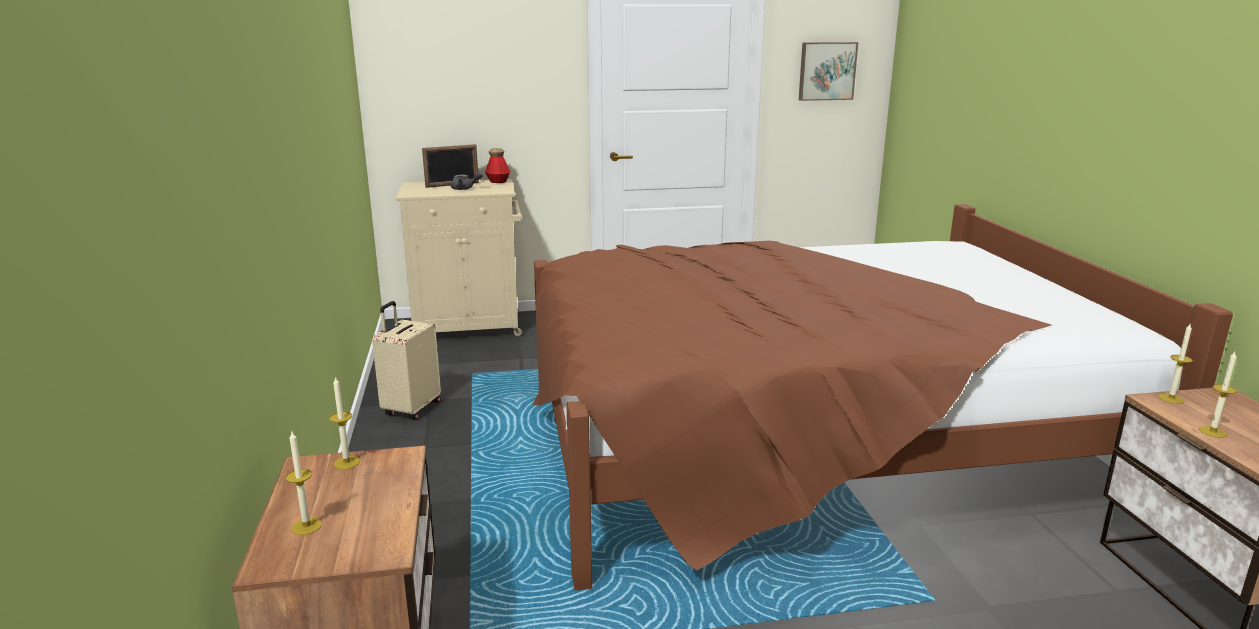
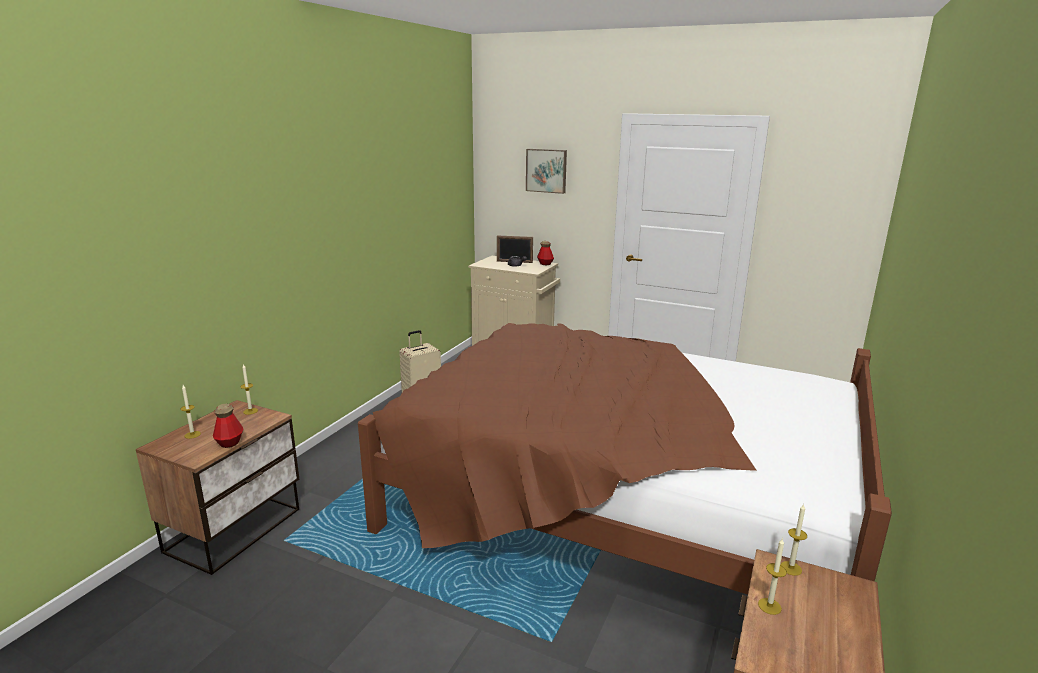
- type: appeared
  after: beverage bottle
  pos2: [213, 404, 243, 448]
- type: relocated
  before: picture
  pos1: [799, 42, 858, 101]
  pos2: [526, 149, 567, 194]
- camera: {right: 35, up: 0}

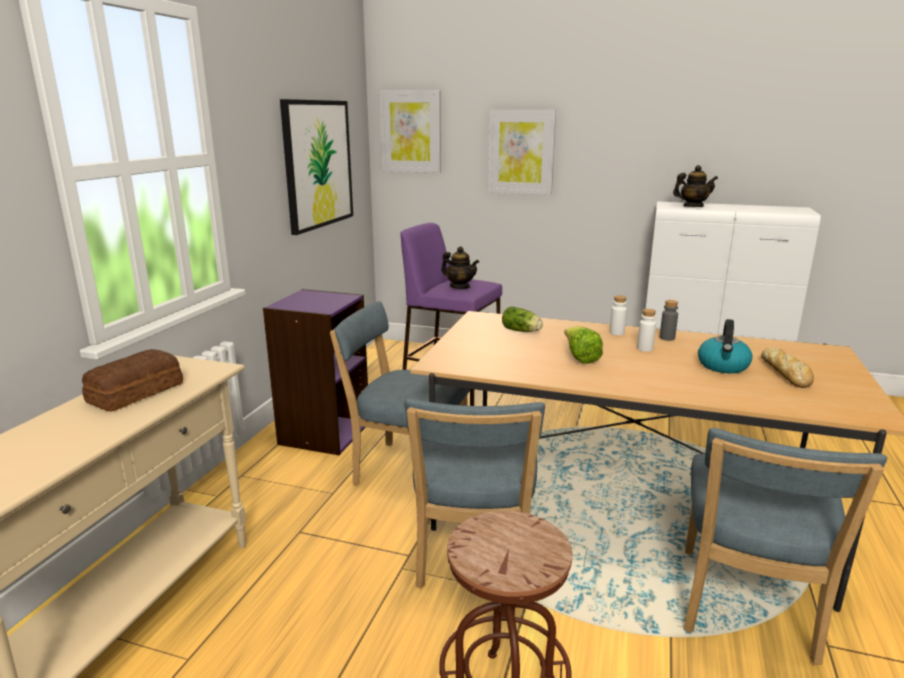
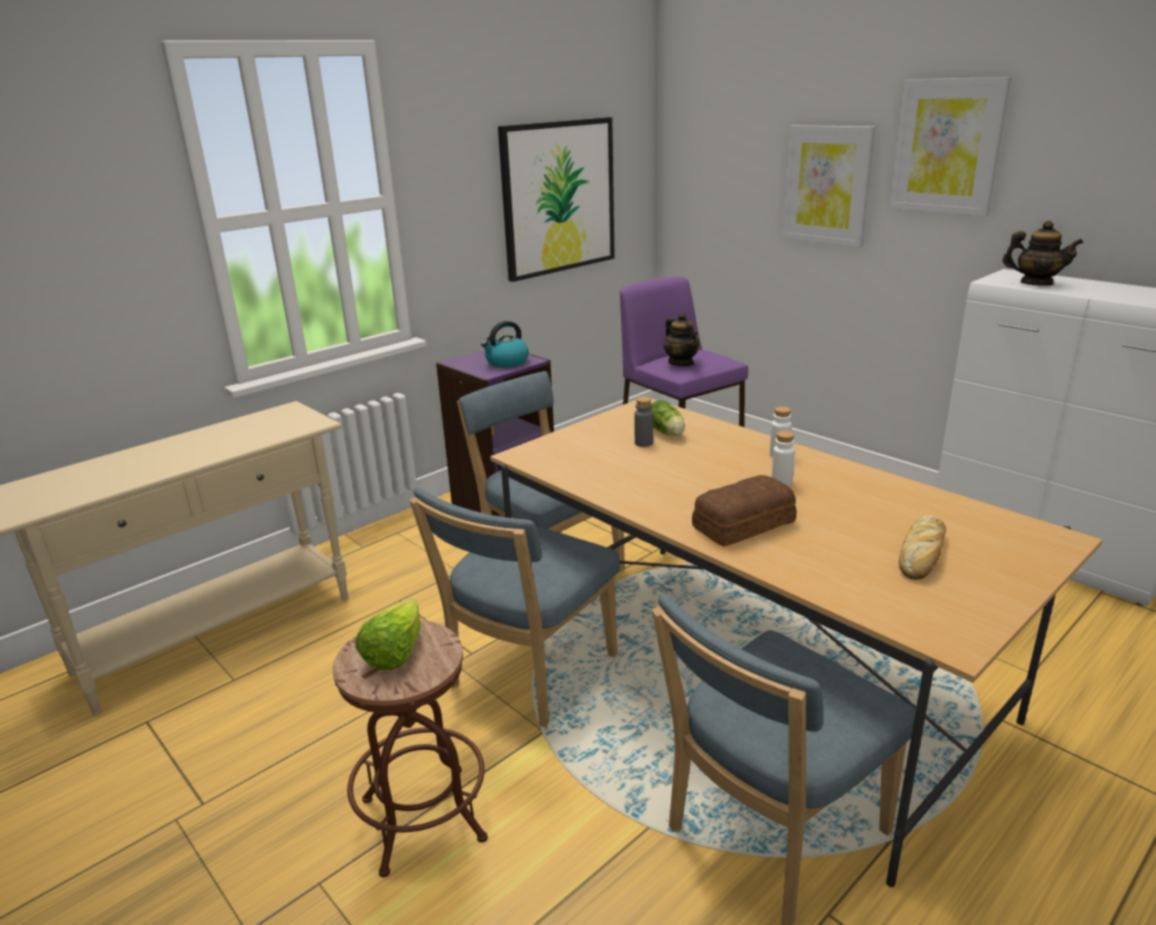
- type: relocated
  before: lettuce head
  pos1: [564, 326, 603, 364]
  pos2: [355, 598, 421, 670]
- type: relocated
  before: kettle
  pos1: [698, 319, 753, 373]
  pos2: [481, 321, 529, 368]
- type: relocated
  before: grey beverage bottle
  pos1: [660, 300, 678, 341]
  pos2: [635, 397, 653, 447]
- type: relocated
  before: baked bread
  pos1: [82, 349, 183, 411]
  pos2: [692, 475, 797, 546]
- type: relocated
  before: picture
  pos1: [379, 90, 441, 173]
  pos2: [889, 77, 1011, 216]
- camera: {right: 30, up: 5}

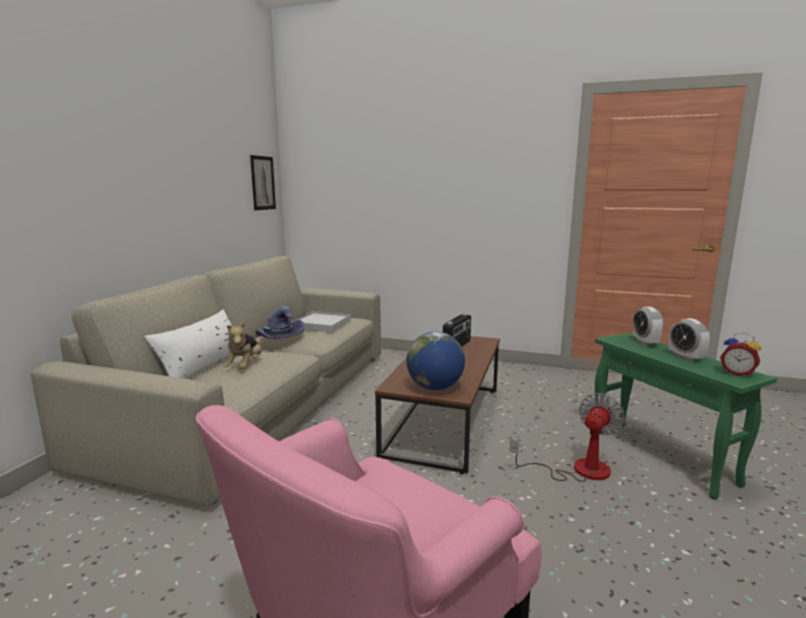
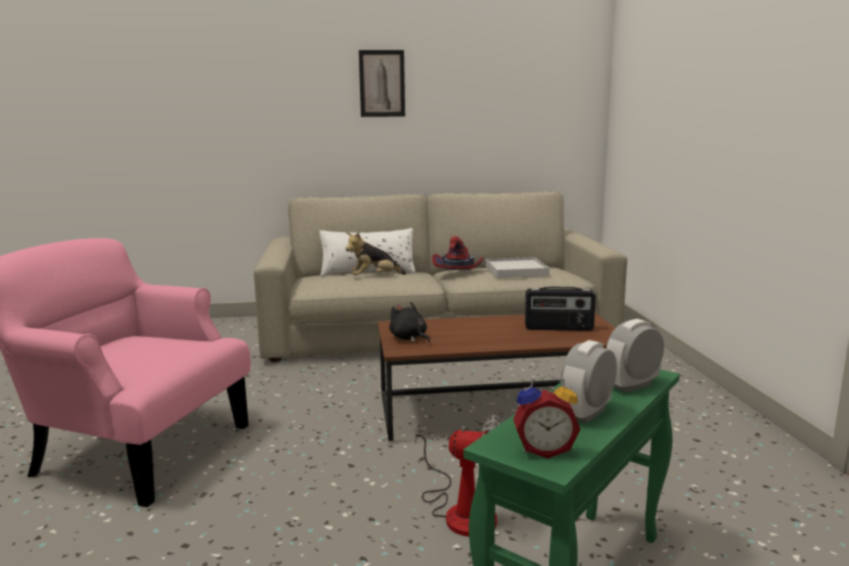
- type: relocated
  before: picture
  pos1: [250, 155, 276, 210]
  pos2: [359, 50, 405, 117]
- type: exchanged
  before: desk globe
  after: black-coloured cuddly toy
  pos1: [406, 331, 465, 390]
  pos2: [389, 302, 430, 343]
- type: colour
  before: purple-coloured clothing hat
  after: red clothing hat
  pos1: [255, 306, 304, 339]
  pos2: [432, 236, 483, 270]
- type: spun
  before: bedside clock
  pos1: [720, 333, 761, 377]
  pos2: [513, 374, 581, 459]
  turn: -105
- camera: {right: 65, up: 0}

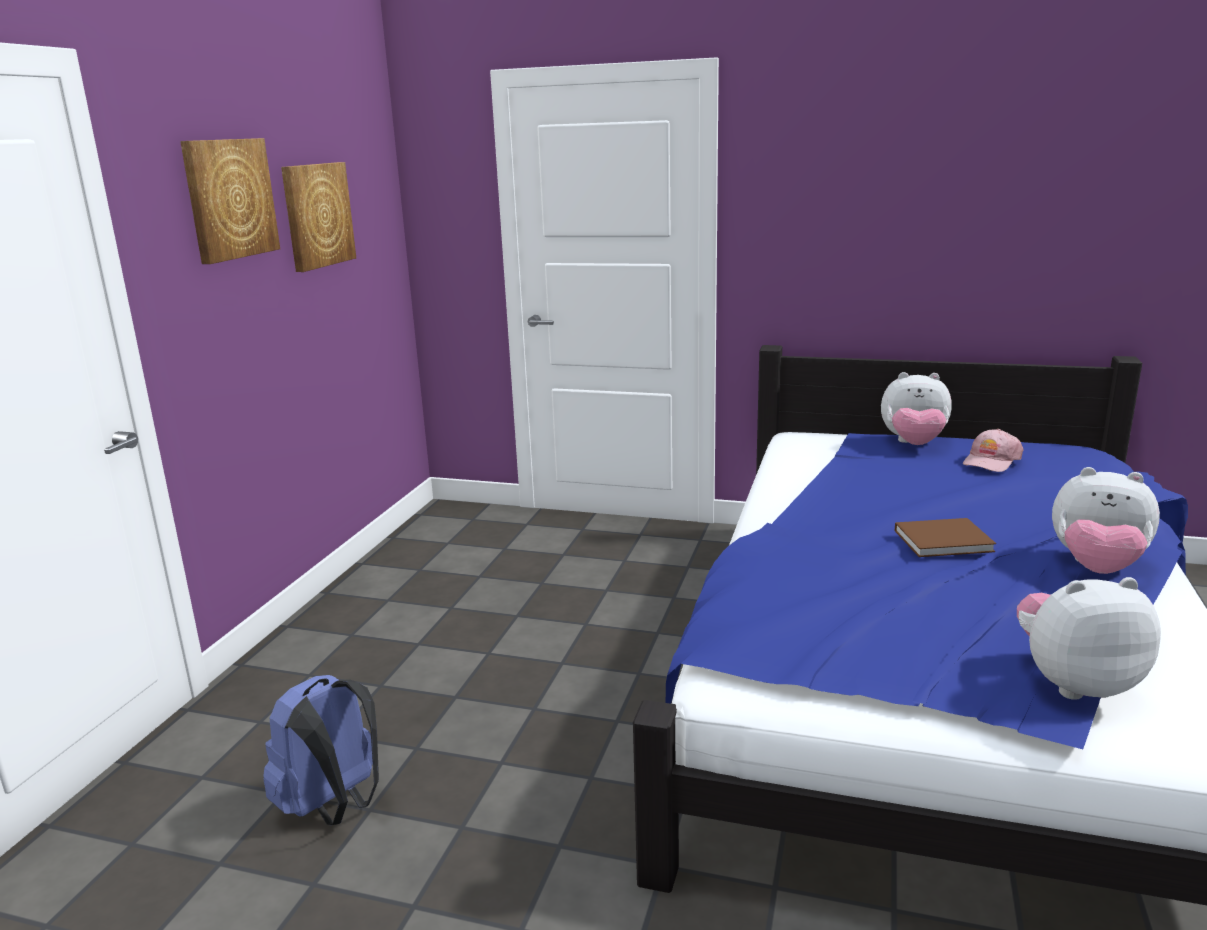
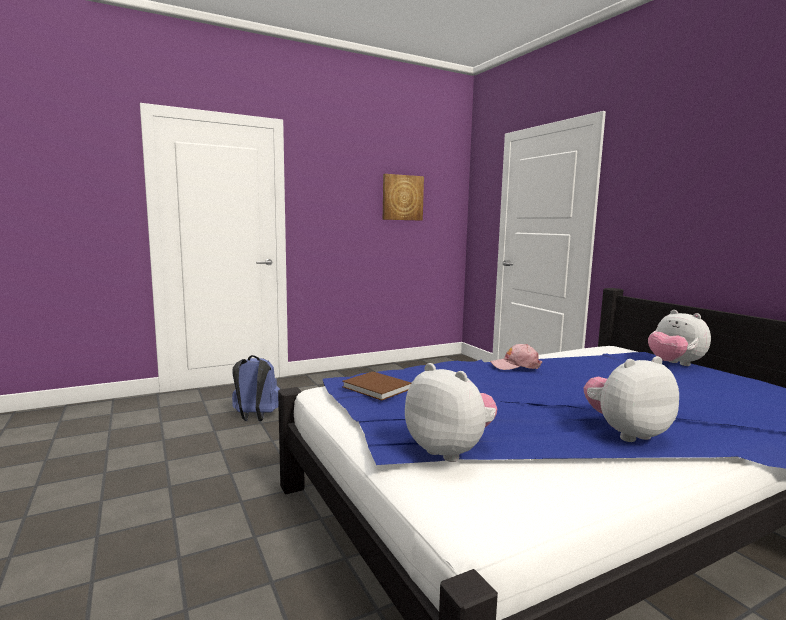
- type: relocated
  before: brownish book
  pos1: [894, 518, 996, 557]
  pos2: [342, 372, 411, 401]
- type: relocated
  before: pink baseball cap
  pos1: [963, 429, 1023, 472]
  pos2: [490, 344, 542, 370]
- type: spun
  before: cuddly toy
  pos1: [1052, 467, 1160, 574]
  pos2: [584, 356, 679, 442]
  turn: 90
- type: missing
  before: picture
  pos1: [180, 138, 280, 264]
- camera: {right: 45, up: -10}

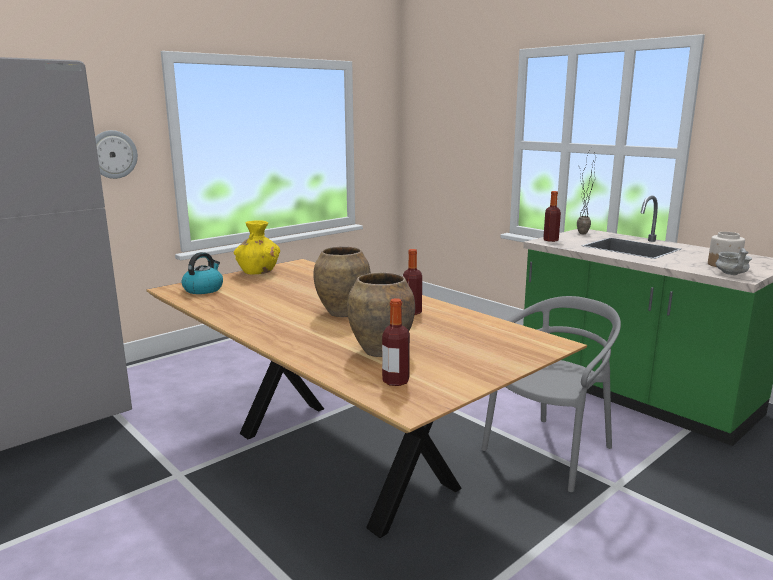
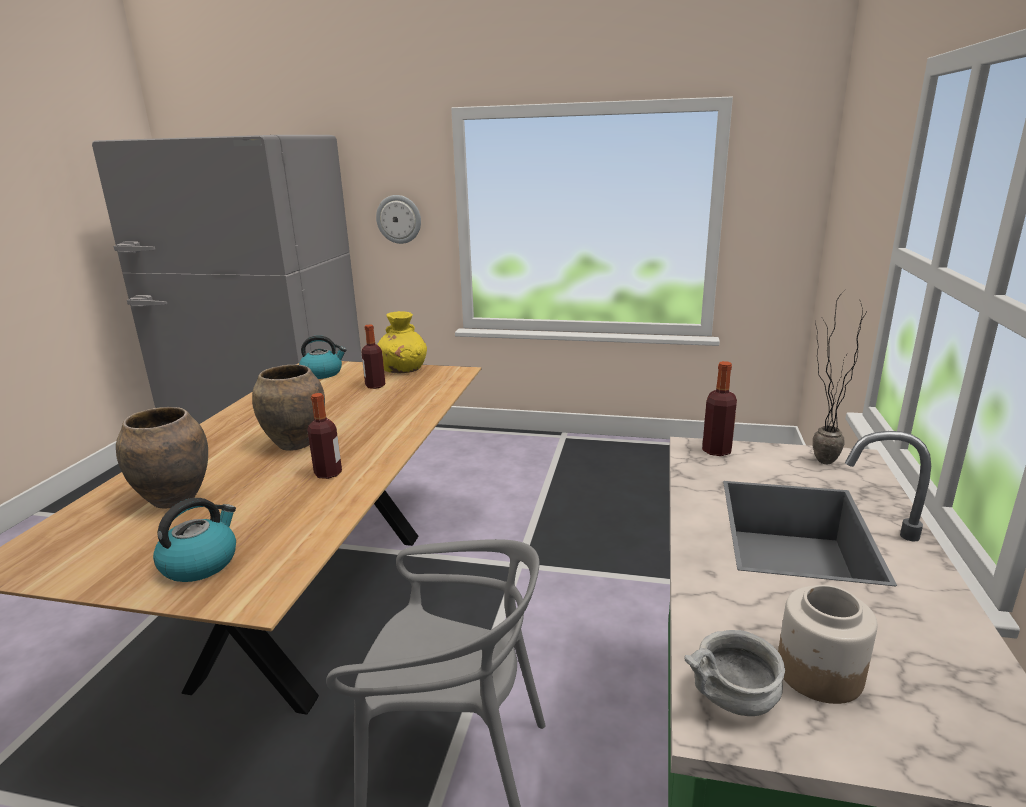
- type: appeared
  after: kettle
  pos2: [153, 498, 236, 582]
- type: relocated
  before: beverage bottle
  pos1: [382, 298, 410, 386]
  pos2: [361, 324, 385, 389]
- camera: {right: 55, up: 5}

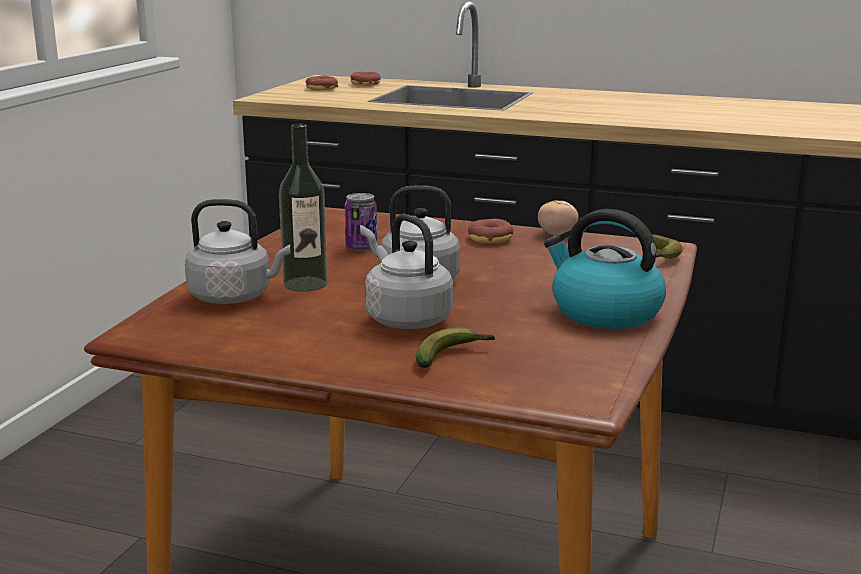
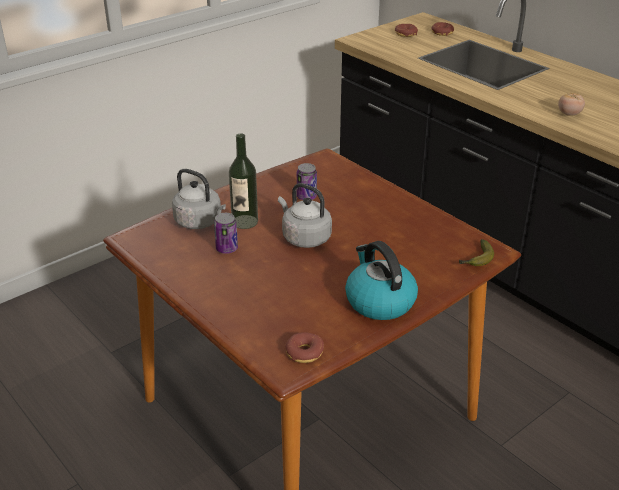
- type: appeared
  after: sealed can
  pos2: [214, 213, 238, 254]
- type: relocated
  before: donut
  pos1: [468, 219, 513, 244]
  pos2: [285, 332, 324, 363]
- type: relocated
  before: tomato
  pos1: [538, 200, 579, 235]
  pos2: [558, 93, 585, 116]
- type: missing
  before: grey kettle
  pos1: [365, 214, 453, 329]
- type: missing
  before: whole banana
  pos1: [415, 327, 495, 368]
- camera: {right: 30, up: 15}

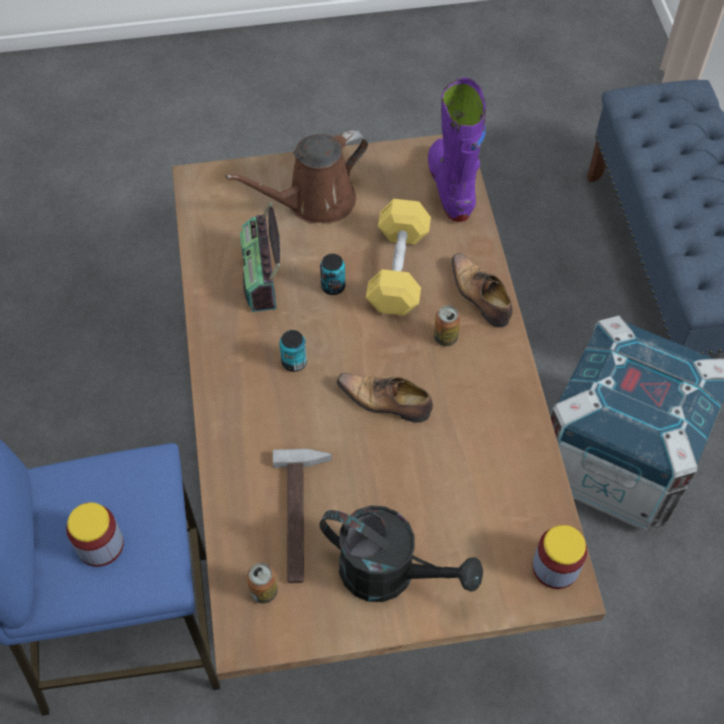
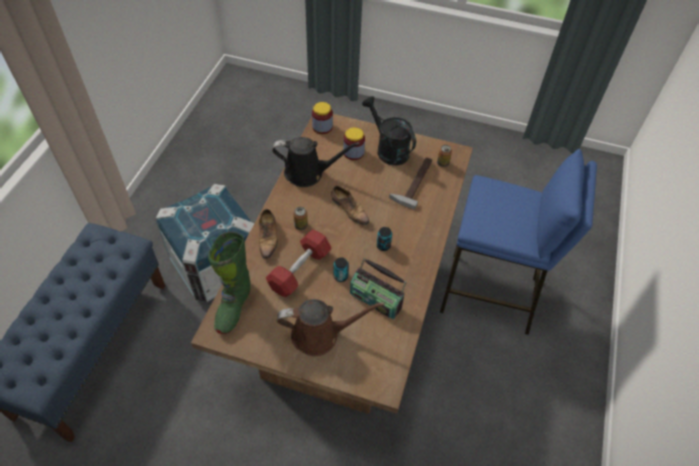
- type: colour
  before: purple-coloured high-top boot
  after: green high-top boot
  pos1: [428, 78, 486, 222]
  pos2: [208, 232, 251, 334]
- type: colour
  before: yellow hand weight
  after: red hand weight
  pos1: [366, 199, 431, 315]
  pos2: [266, 229, 332, 297]
- type: appeared
  after: black-coloured watering can
  pos2: [272, 137, 359, 187]
- type: relocated
  before: preserve jar
  pos1: [66, 502, 124, 567]
  pos2: [343, 127, 365, 160]
- type: spun
  before: radio set
  pos1: [240, 203, 280, 312]
  pos2: [350, 258, 407, 319]
  turn: 105
- camera: {right: -155, up: -5}

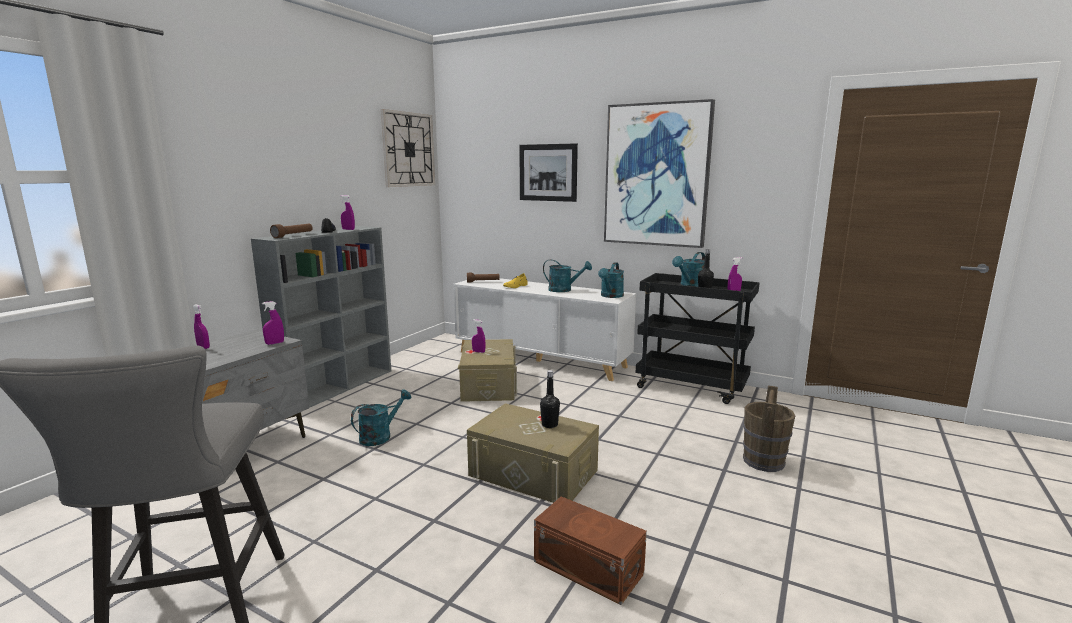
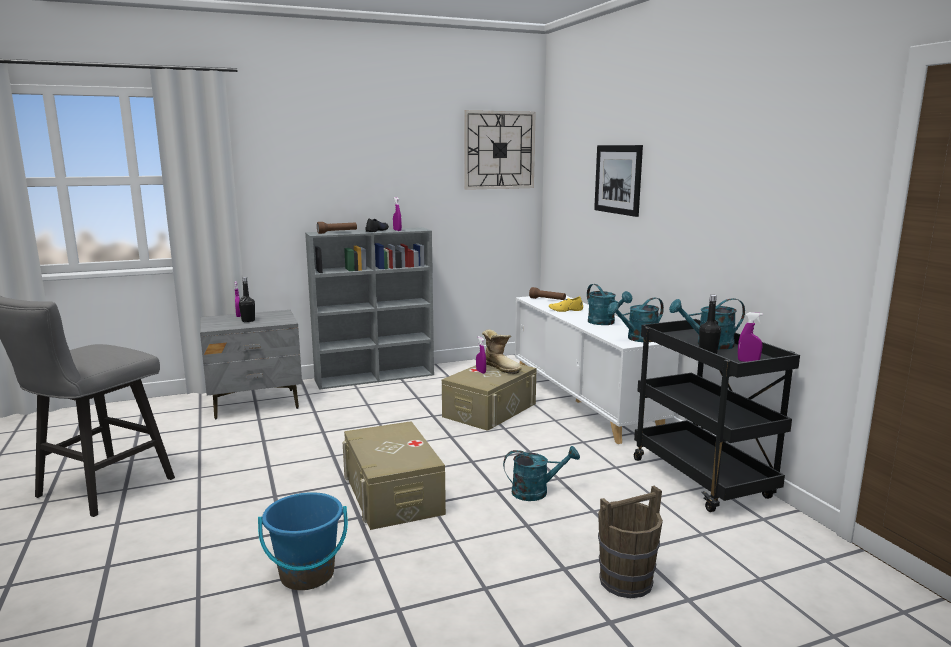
- type: relocated
  before: black-coloured beverage bottle
  pos1: [540, 370, 560, 428]
  pos2: [239, 277, 255, 322]
- type: exchanged
  before: brownish storage box
  after: blue-coloured water bucket
  pos1: [534, 497, 647, 605]
  pos2: [258, 492, 348, 590]
- type: appeared
  after: high-top boot
  pos2: [482, 329, 522, 374]
- type: relocated
  before: turquoise-coloured watering can
  pos1: [351, 389, 411, 446]
  pos2: [503, 446, 580, 501]
- type: missing
  before: purple-coloured spray bottle
  pos1: [262, 301, 284, 345]
- type: missing
  before: picture
  pos1: [604, 99, 715, 248]
- camera: {right: 40, up: 0}

